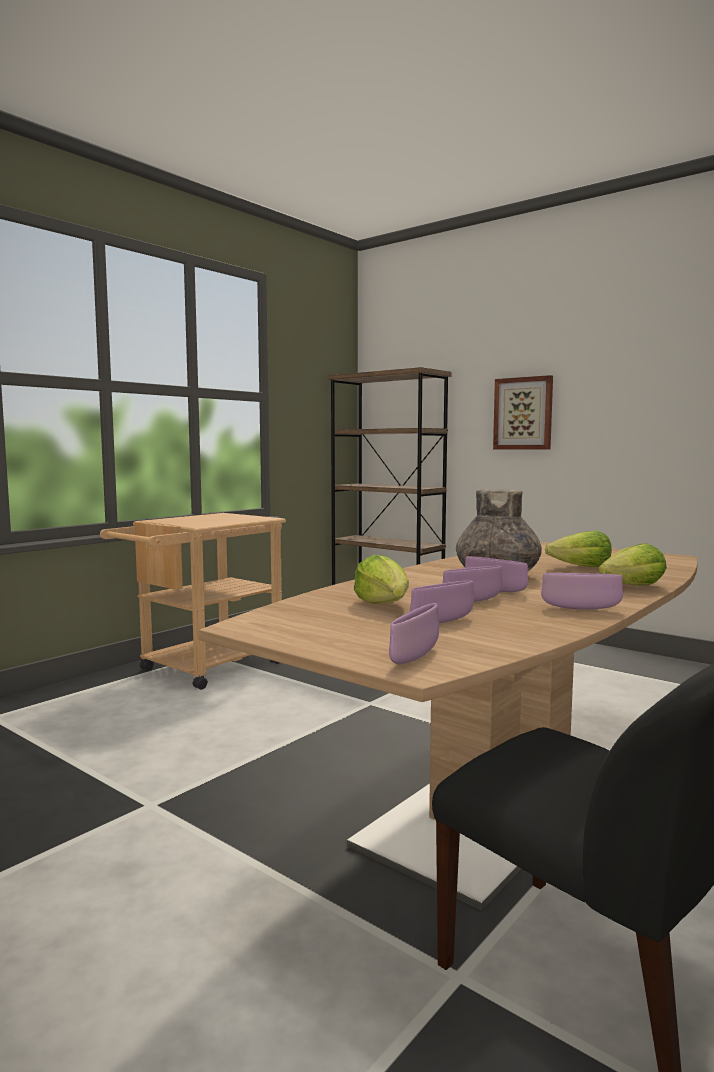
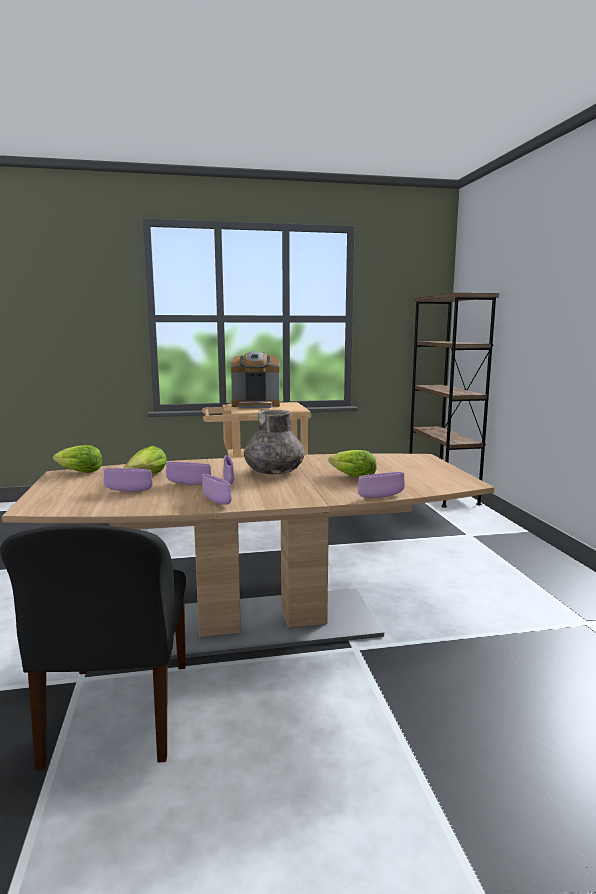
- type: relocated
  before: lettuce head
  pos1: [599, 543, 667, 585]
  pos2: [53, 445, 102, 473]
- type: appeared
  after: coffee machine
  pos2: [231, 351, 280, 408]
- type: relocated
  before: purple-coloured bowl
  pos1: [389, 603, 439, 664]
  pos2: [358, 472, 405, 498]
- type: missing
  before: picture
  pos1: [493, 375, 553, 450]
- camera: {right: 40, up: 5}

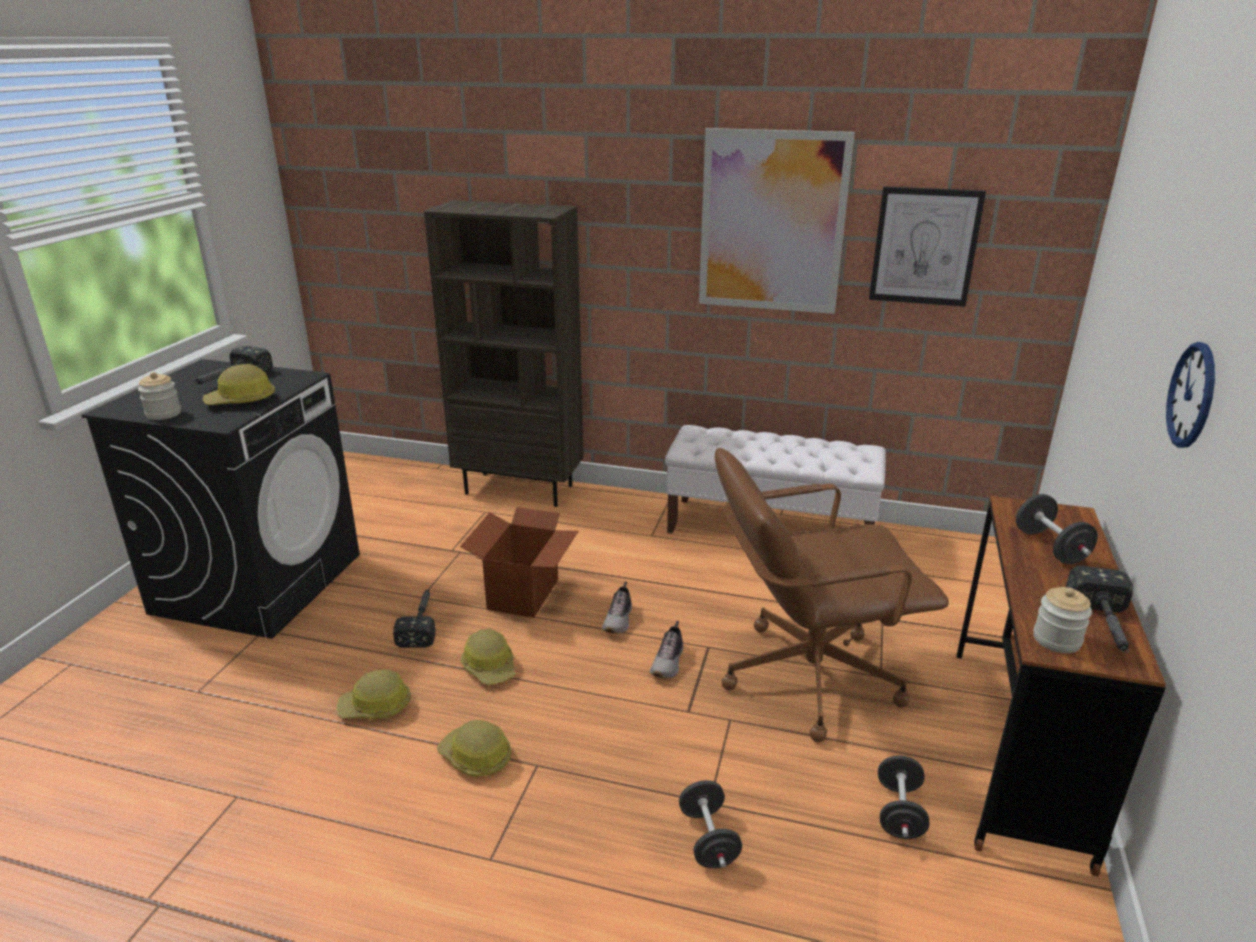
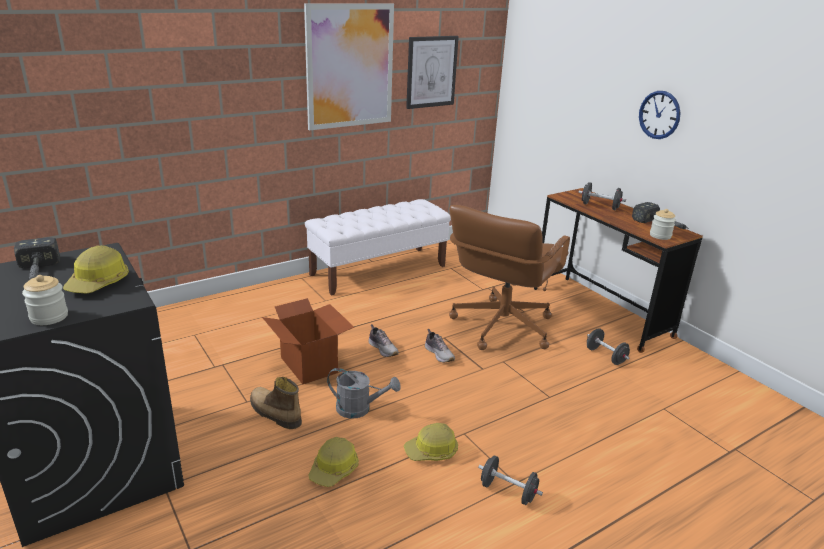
- type: exchanged
  before: hand hammer
  after: high-top boot
  pos1: [393, 590, 435, 648]
  pos2: [250, 377, 302, 429]
- type: exchanged
  before: work helmet
  after: grey watering can
  pos1: [461, 629, 516, 685]
  pos2: [327, 368, 401, 419]
- type: relocated
  before: black-coloured hand weight
  pos1: [679, 780, 742, 868]
  pos2: [478, 456, 543, 505]
- type: missing
  before: brownish bookcase
  pos1: [424, 200, 584, 507]
- camera: {right: -50, up: 0}

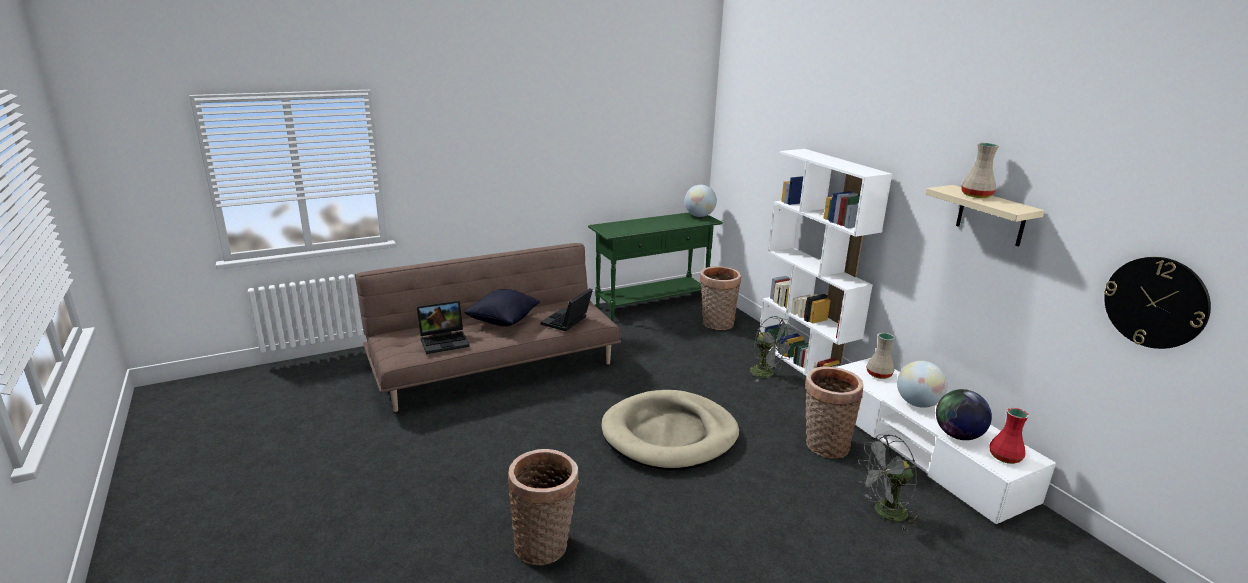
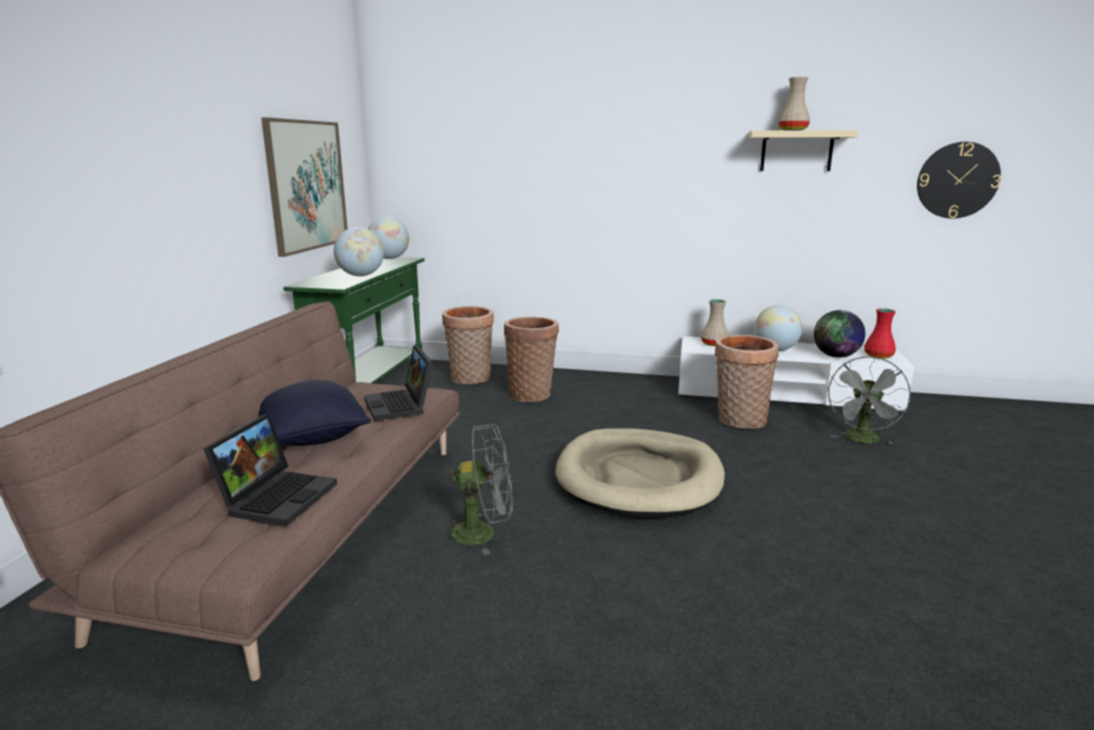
- type: appeared
  after: picture
  pos2: [261, 117, 348, 257]
- type: appeared
  after: desk globe
  pos2: [334, 227, 384, 276]
- type: relocated
  before: grey electric fan
  pos1: [750, 316, 795, 382]
  pos2: [439, 424, 513, 555]
- type: relocated
  before: storage basket
  pos1: [508, 449, 579, 566]
  pos2: [504, 317, 559, 402]
- type: missing
  before: white bookcase
  pos1: [759, 149, 892, 376]
- camera: {right: -50, up: -5}

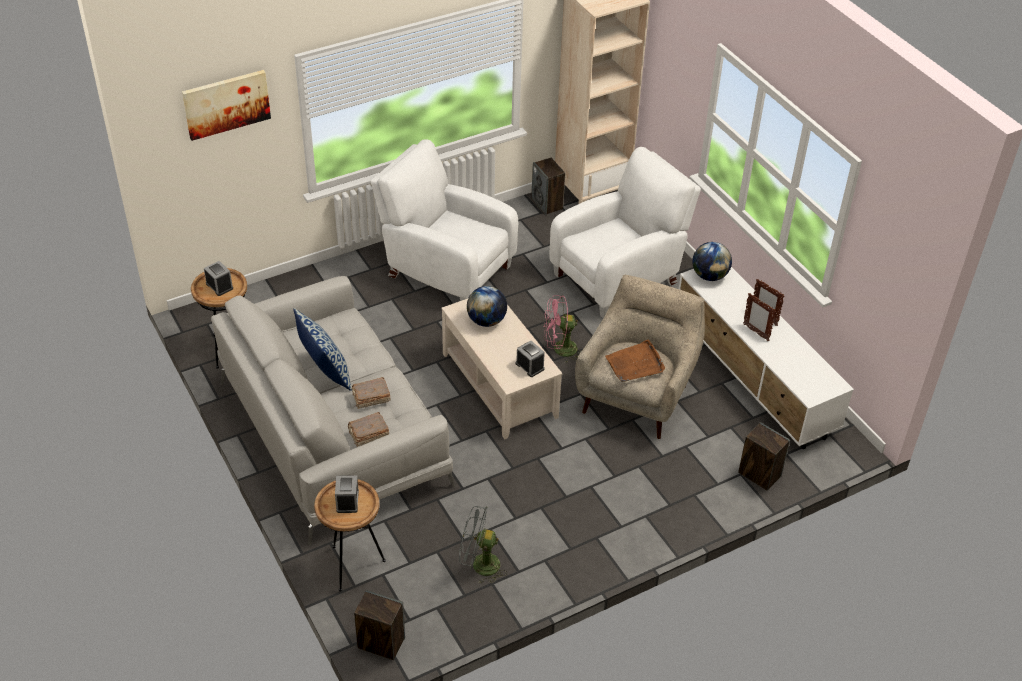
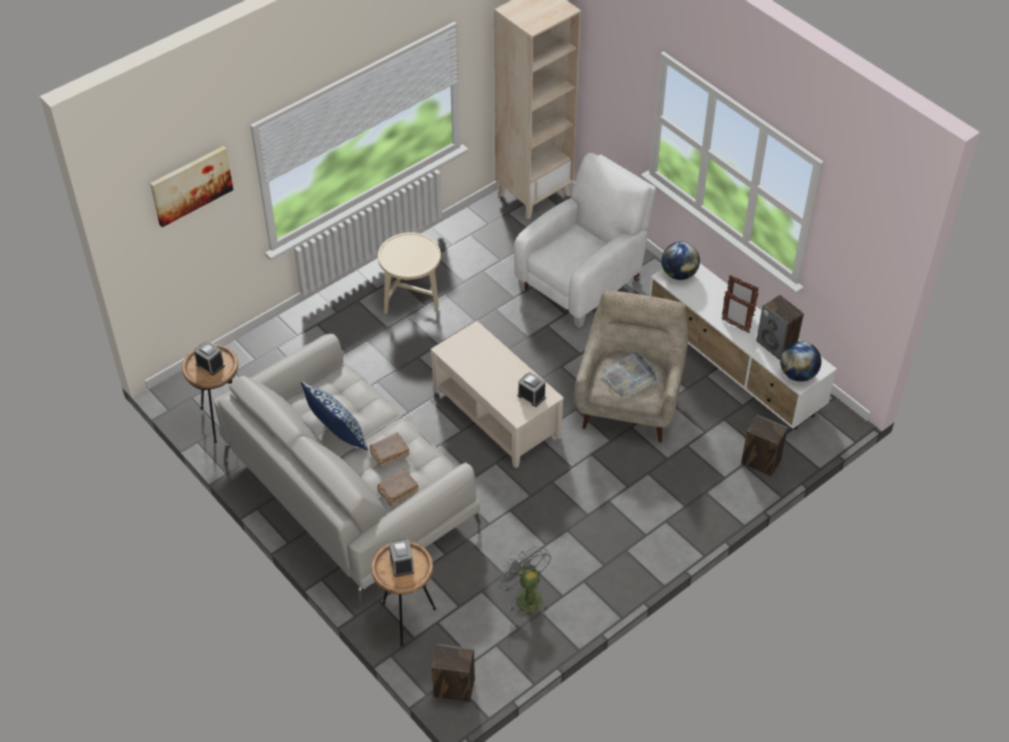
- type: exchanged
  before: white armchair
  after: sand-coloured accent table
  pos1: [371, 139, 518, 301]
  pos2: [378, 233, 441, 314]
- type: spun
  before: grey electric fan
  pos1: [459, 506, 507, 584]
  pos2: [496, 546, 551, 619]
  turn: 60
- type: colour
  before: brownish serving tray
  after: grey serving tray
  pos1: [605, 340, 665, 382]
  pos2: [600, 350, 659, 397]
- type: relocated
  before: audio speaker
  pos1: [531, 158, 565, 215]
  pos2: [756, 295, 804, 360]
- type: relocated
  before: desk globe
  pos1: [467, 286, 507, 327]
  pos2: [780, 341, 821, 382]
- type: missing
  before: pink electric fan
  pos1: [544, 295, 581, 363]
- camera: {right: -10, up: 5}

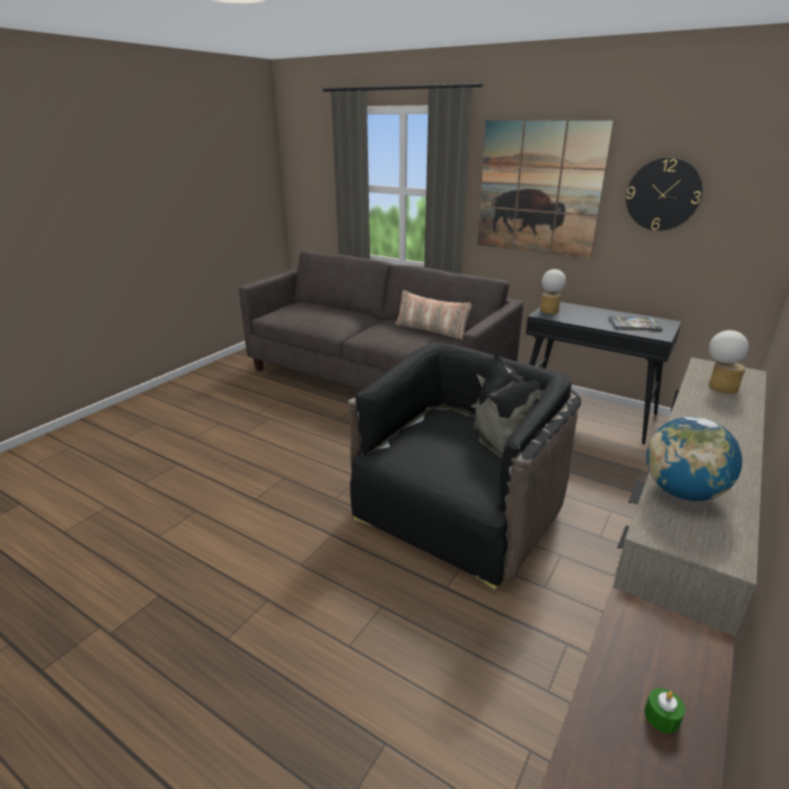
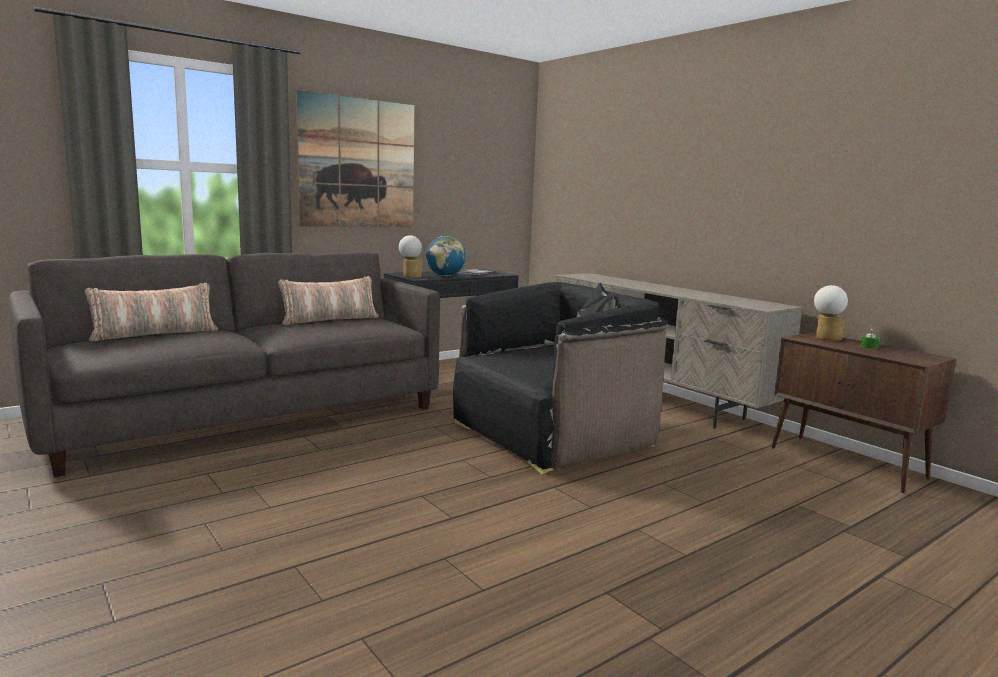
- type: appeared
  after: throw pillow
  pos2: [85, 283, 218, 341]
- type: relocated
  before: desk globe
  pos1: [646, 416, 742, 501]
  pos2: [426, 236, 466, 276]
- type: spun
  before: black-coloured armchair
  pos1: [348, 342, 581, 590]
  pos2: [453, 282, 668, 474]
  turn: 90
- type: relocated
  before: table lamp
  pos1: [709, 330, 749, 394]
  pos2: [814, 285, 848, 341]
- type: missing
  before: clock on the wall
  pos1: [626, 157, 703, 231]
- camera: {right: -70, up: -15}

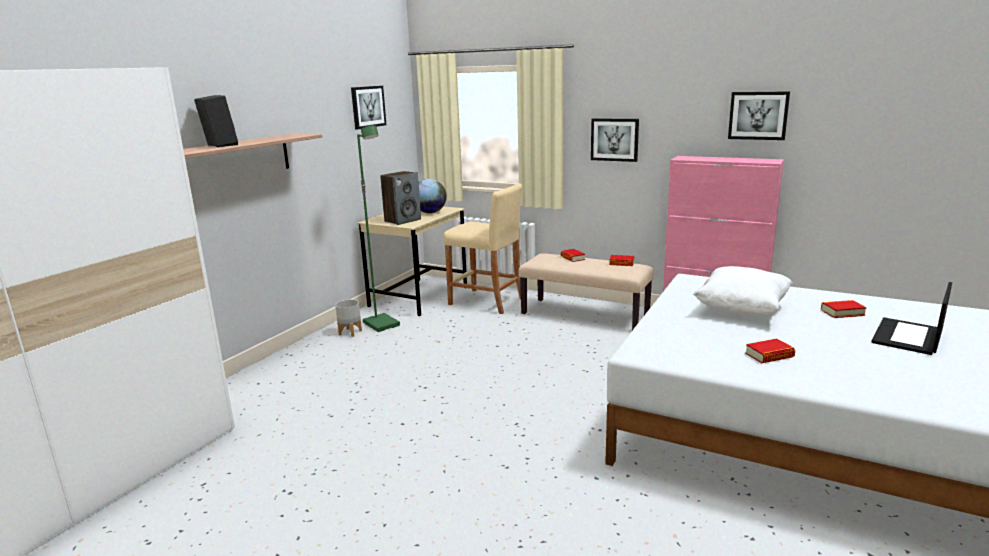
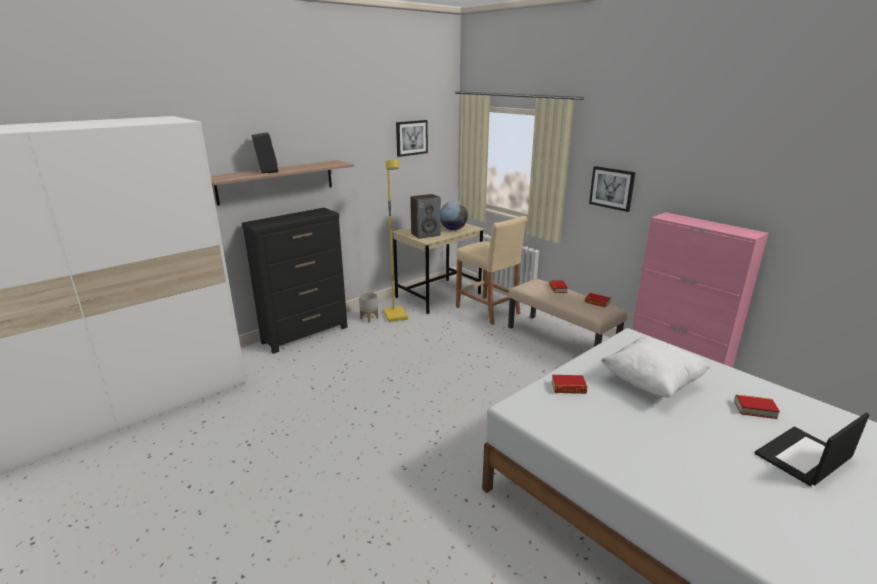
- type: appeared
  after: black-coloured drawer chest
  pos2: [242, 208, 347, 354]
- type: colour
  before: green standard lamp
  after: yellow standard lamp
  pos1: [357, 125, 400, 332]
  pos2: [383, 160, 408, 322]
- type: relocated
  before: book
  pos1: [745, 339, 795, 363]
  pos2: [552, 375, 587, 394]
- type: missing
  before: picture
  pos1: [728, 91, 790, 140]
- camera: {right: 20, up: 5}

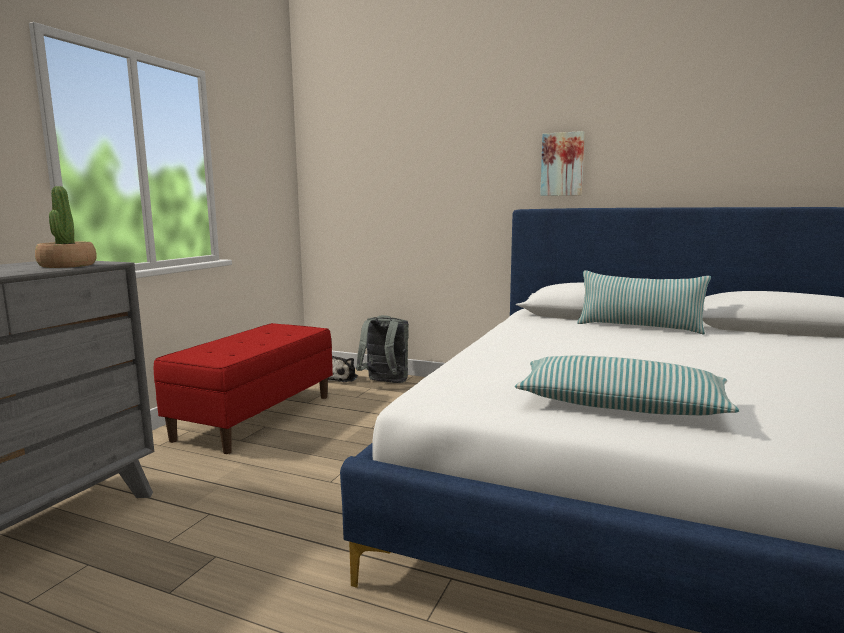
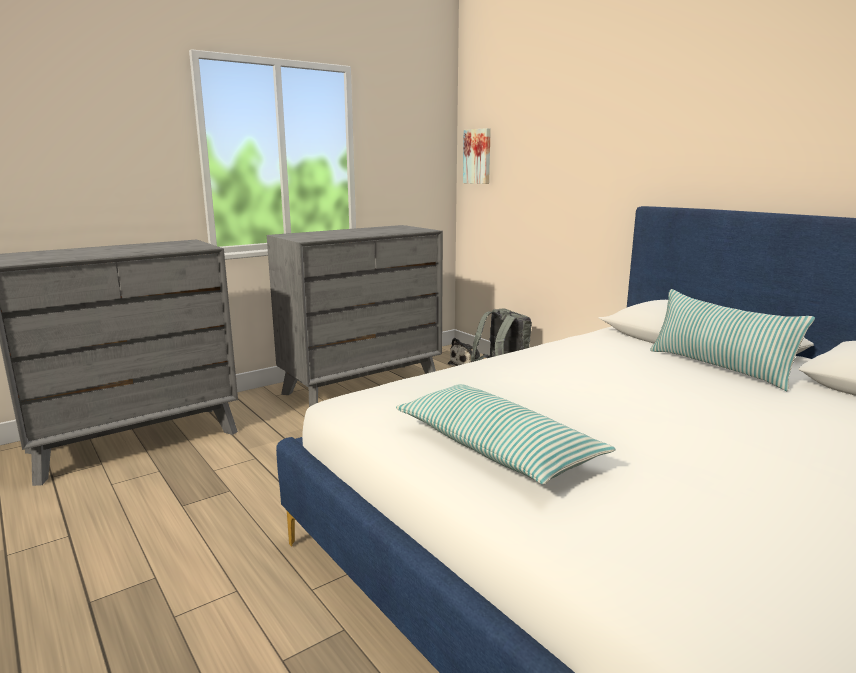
- type: exchanged
  before: red long seat
  after: grey drawer chest
  pos1: [154, 323, 333, 454]
  pos2: [267, 225, 443, 407]
- type: relocated
  before: picture
  pos1: [540, 131, 585, 196]
  pos2: [463, 128, 491, 184]
- type: missing
  before: houseplant
  pos1: [35, 186, 97, 268]
- camera: {right: 30, up: 5}

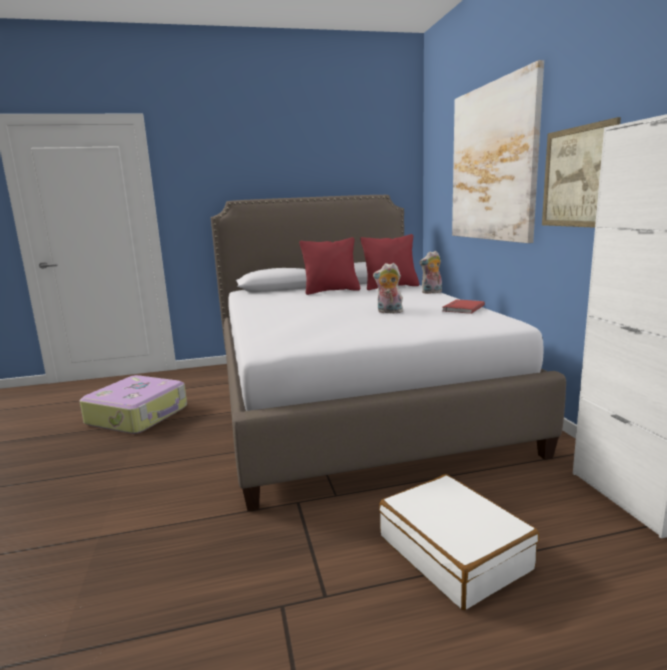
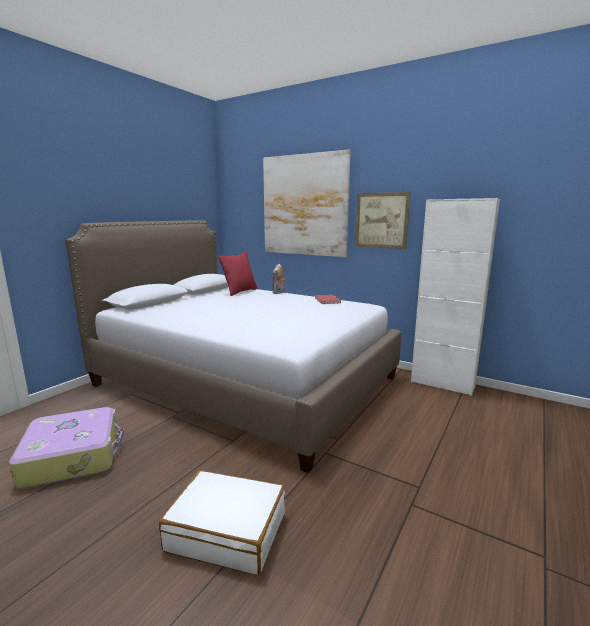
- type: relocated
  before: white piece of luggage
  pos1: [379, 474, 539, 610]
  pos2: [159, 470, 285, 575]
- type: missing
  before: red throw pillow
  pos1: [299, 237, 360, 295]
- type: missing
  before: cuddly toy
  pos1: [373, 263, 403, 313]
- camera: {right: -45, up: 0}

